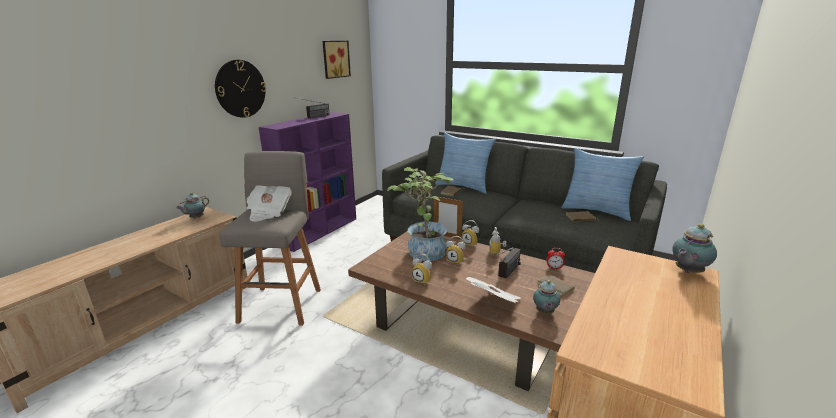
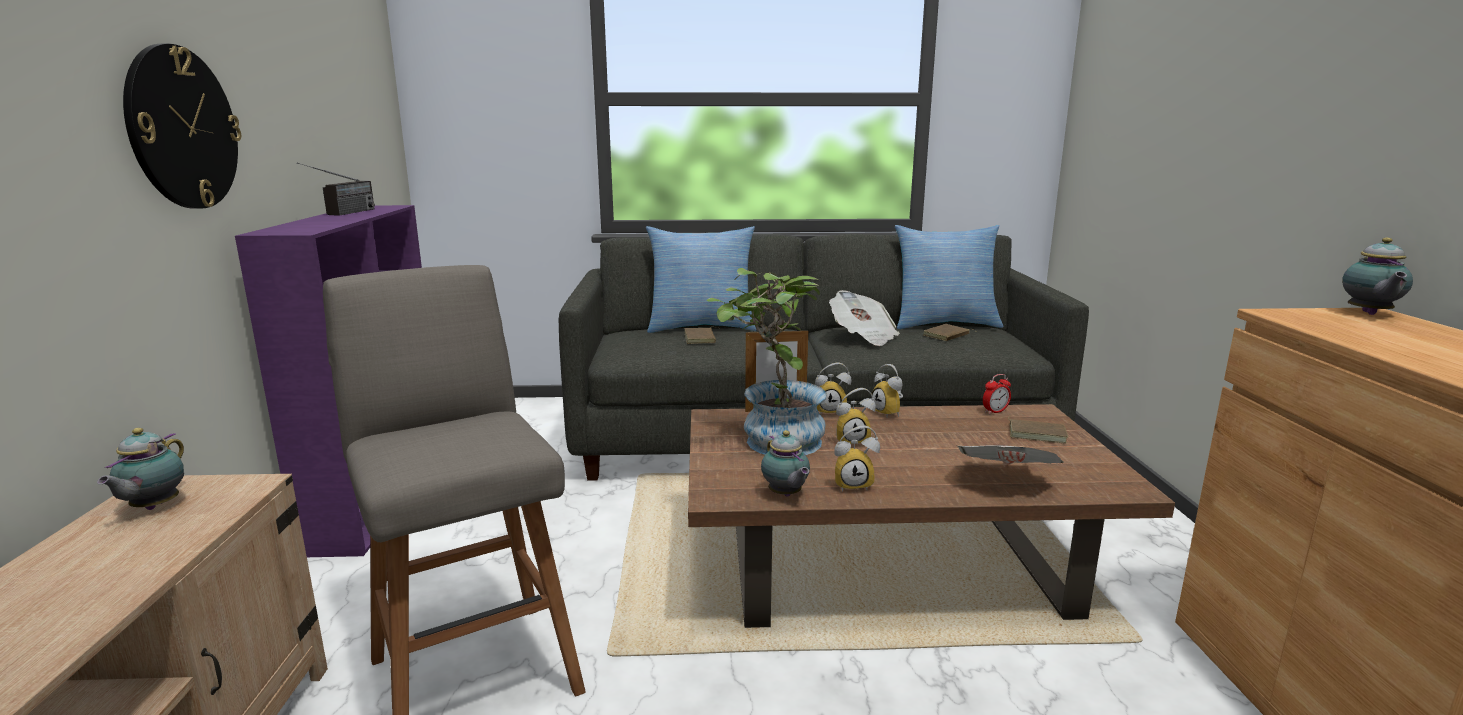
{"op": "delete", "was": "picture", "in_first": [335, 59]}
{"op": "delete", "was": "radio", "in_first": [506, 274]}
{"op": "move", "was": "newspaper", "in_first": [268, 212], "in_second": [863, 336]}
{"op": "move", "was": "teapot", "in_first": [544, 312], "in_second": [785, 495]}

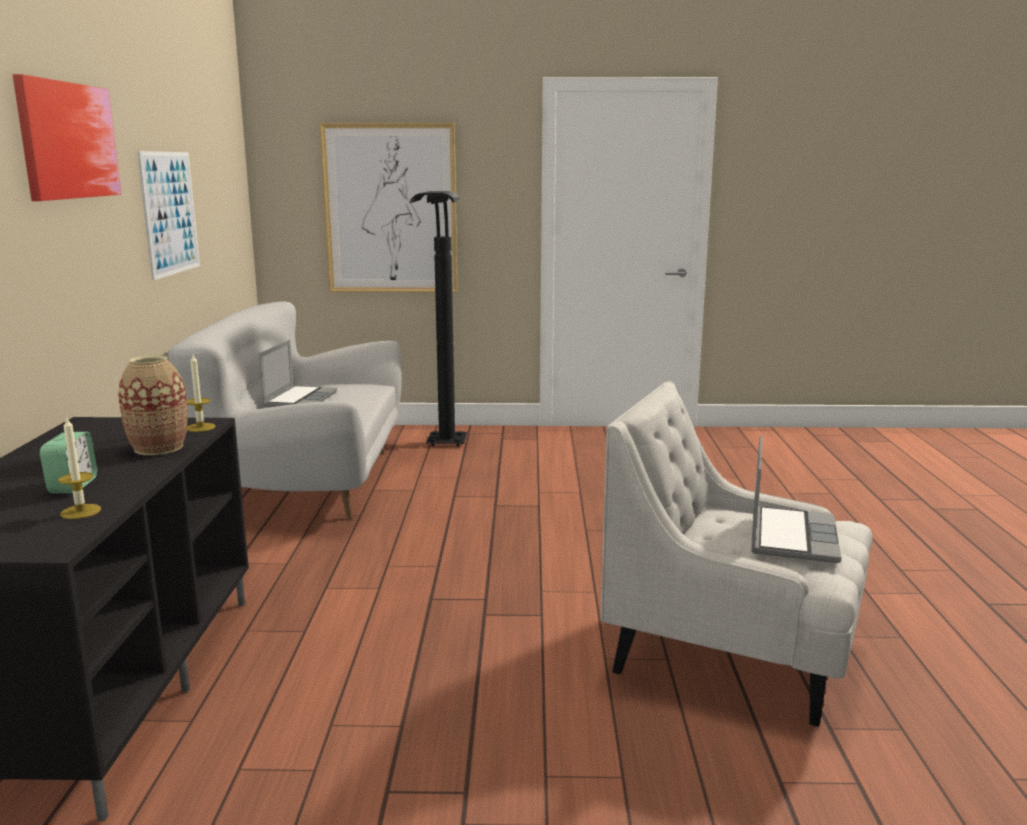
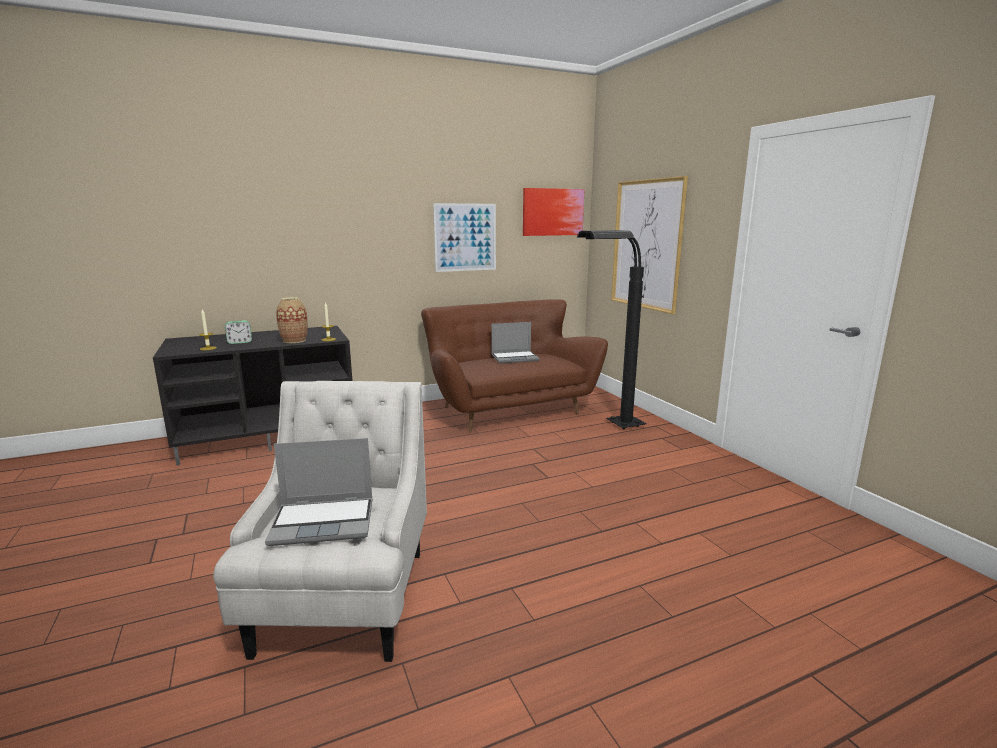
{"op": "move", "was": "picture", "in_first": [68, 141], "in_second": [553, 212]}
{"op": "recolor", "was": "white sofa", "now": "brown sofa", "in_first": [304, 482], "in_second": [508, 409]}

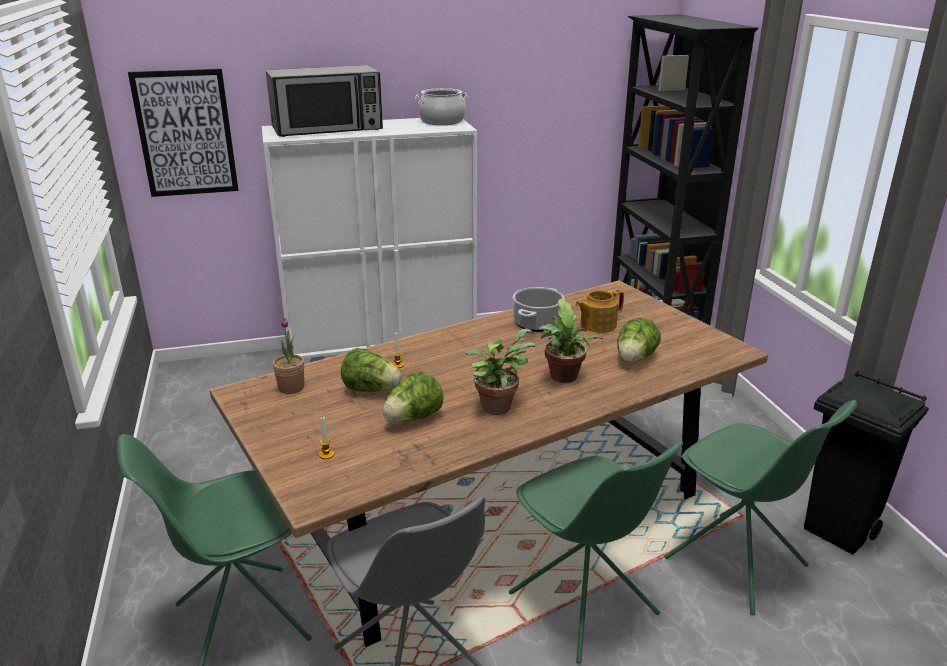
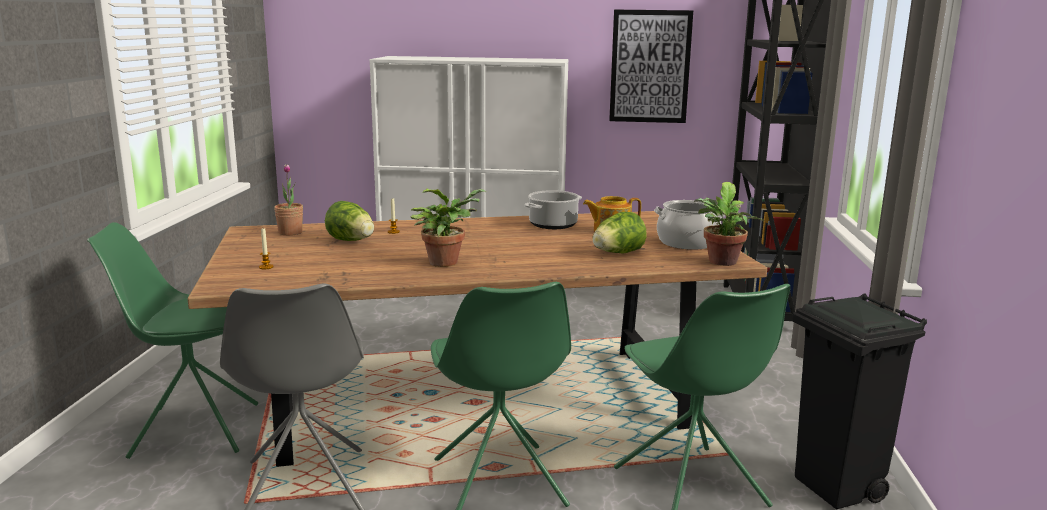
{"op": "delete", "was": "microwave", "in_first": [328, 129]}
{"op": "delete", "was": "lettuce", "in_first": [413, 418]}
{"op": "move", "was": "picture", "in_first": [186, 133], "in_second": [650, 66]}
{"op": "move", "was": "cooking pot", "in_first": [442, 121], "in_second": [687, 243]}
{"op": "move", "was": "potted plant", "in_first": [564, 378], "in_second": [722, 263]}

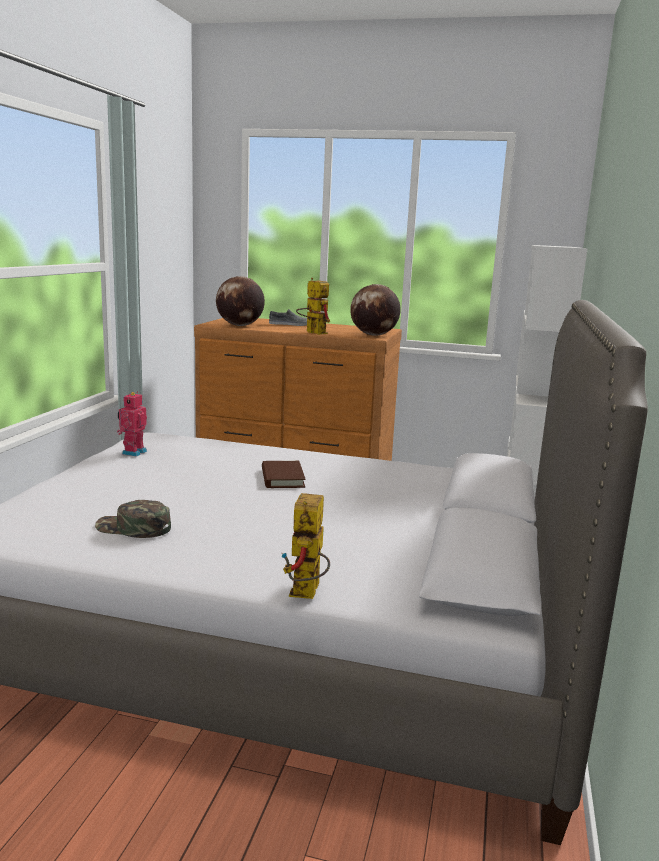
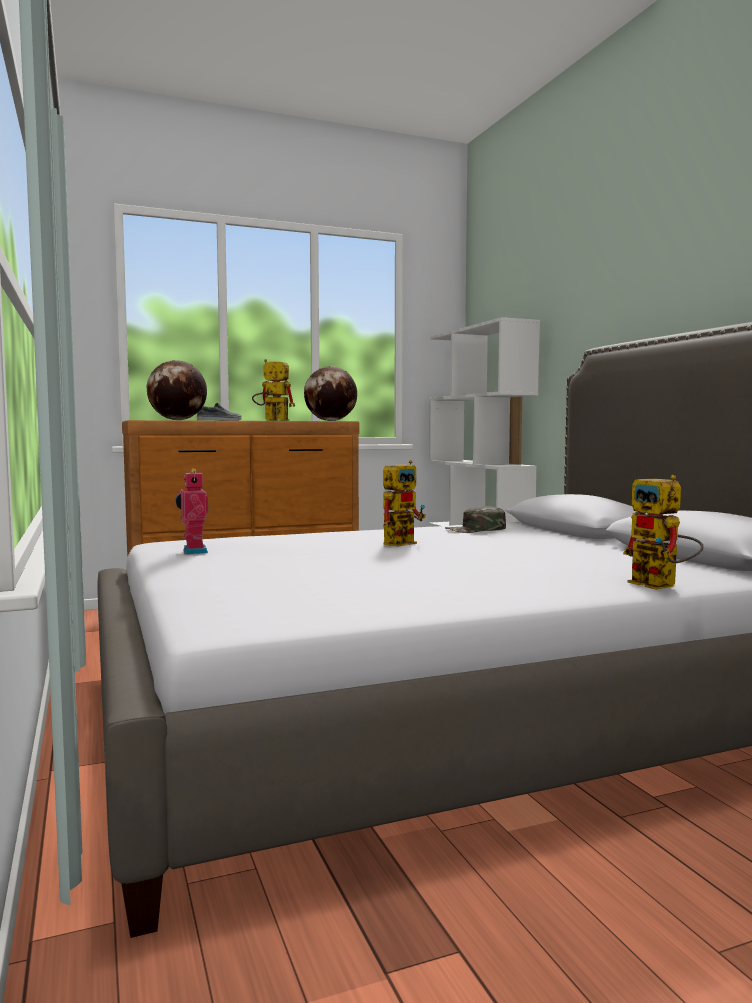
{"op": "move", "was": "green cap", "in_first": [133, 528], "in_second": [476, 530]}
{"op": "replace", "was": "brown book", "now": "toy robot", "in_first": [282, 478], "in_second": [402, 542]}

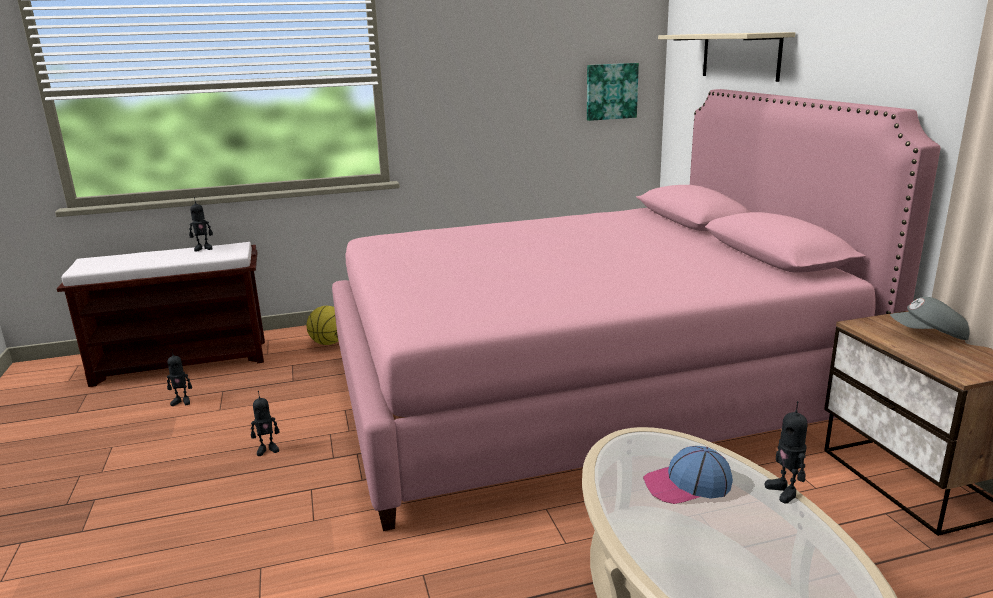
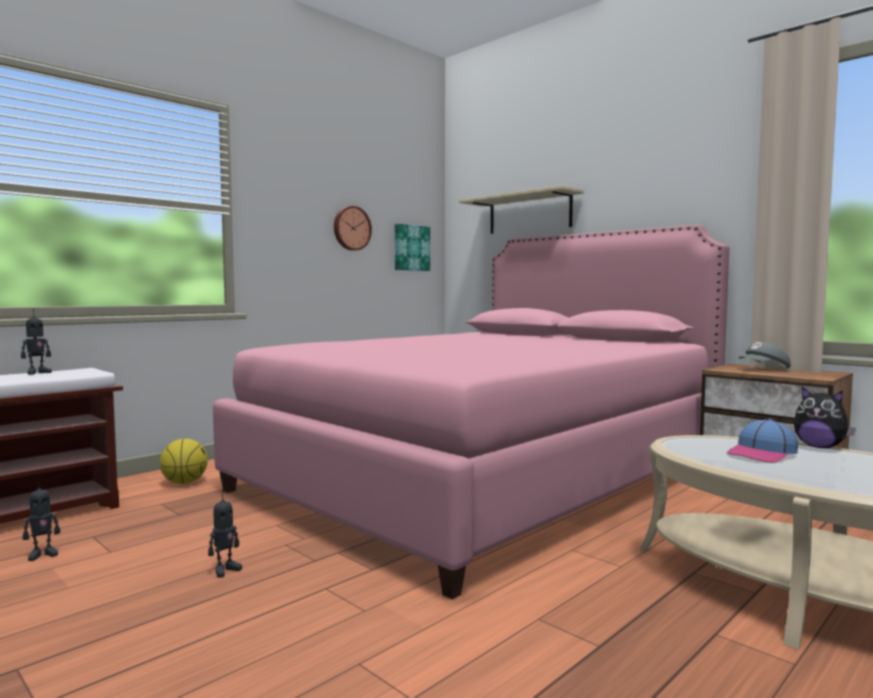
{"op": "insert", "now": "wall clock", "in_second": [351, 228]}
{"op": "replace", "was": "toy robot", "now": "plush toy", "in_first": [784, 492], "in_second": [820, 447]}

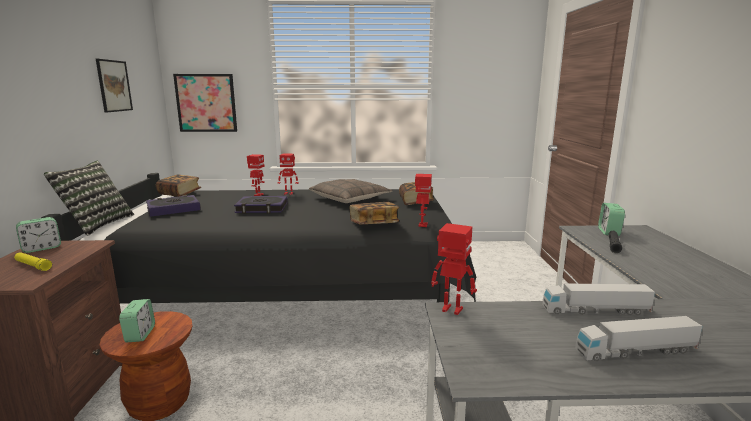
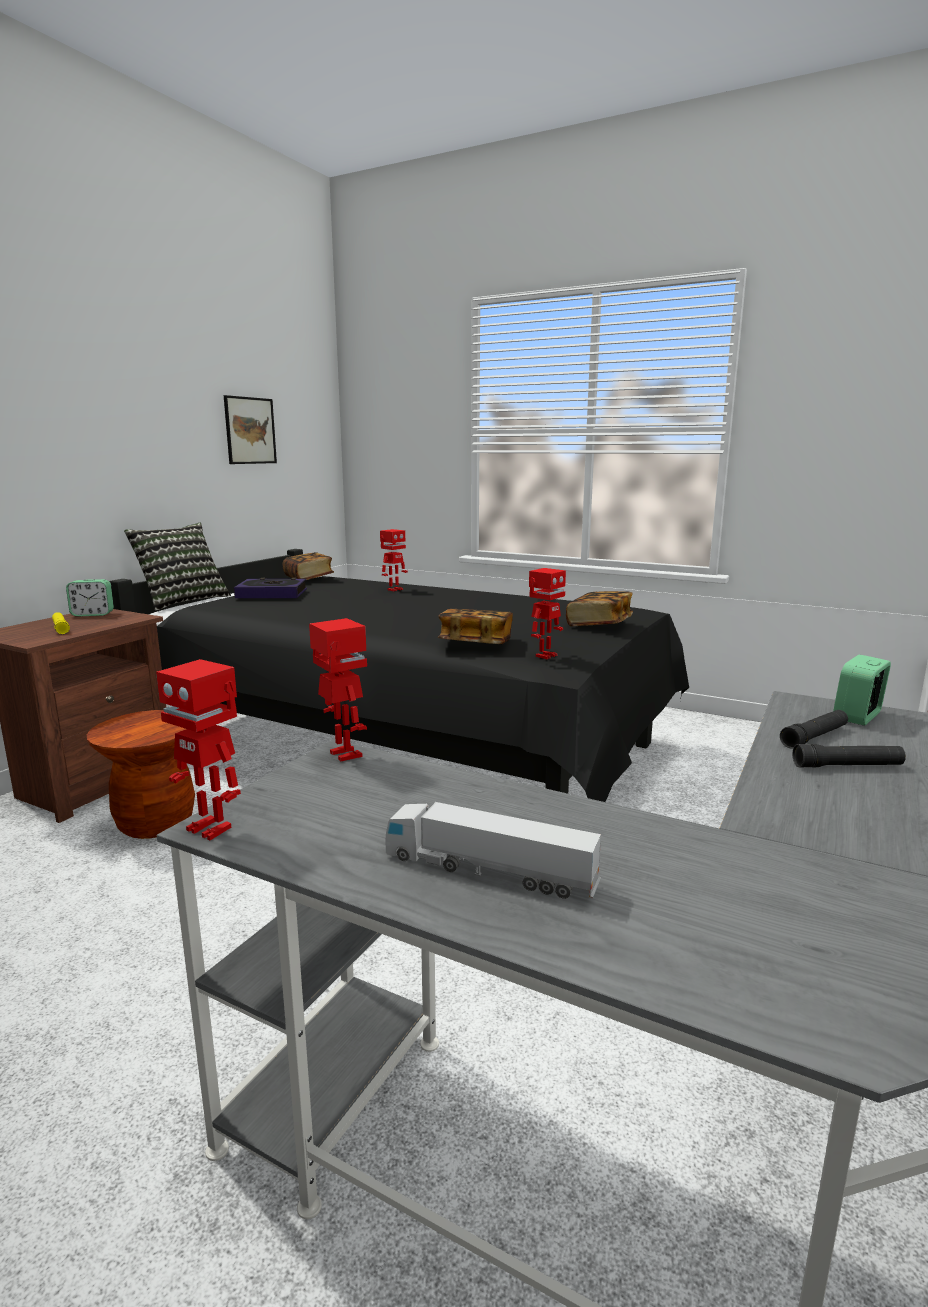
{"op": "delete", "was": "alarm clock", "in_first": [140, 334]}
{"op": "delete", "was": "picture", "in_first": [206, 103]}
{"op": "delete", "was": "book", "in_first": [262, 208]}
{"op": "delete", "was": "pillow", "in_first": [350, 198]}
{"op": "delete", "was": "toy truck", "in_first": [595, 310]}
{"op": "insert", "now": "black flashlight", "in_second": [847, 766]}
{"op": "move", "was": "toy robot", "in_first": [288, 193], "in_second": [211, 828]}

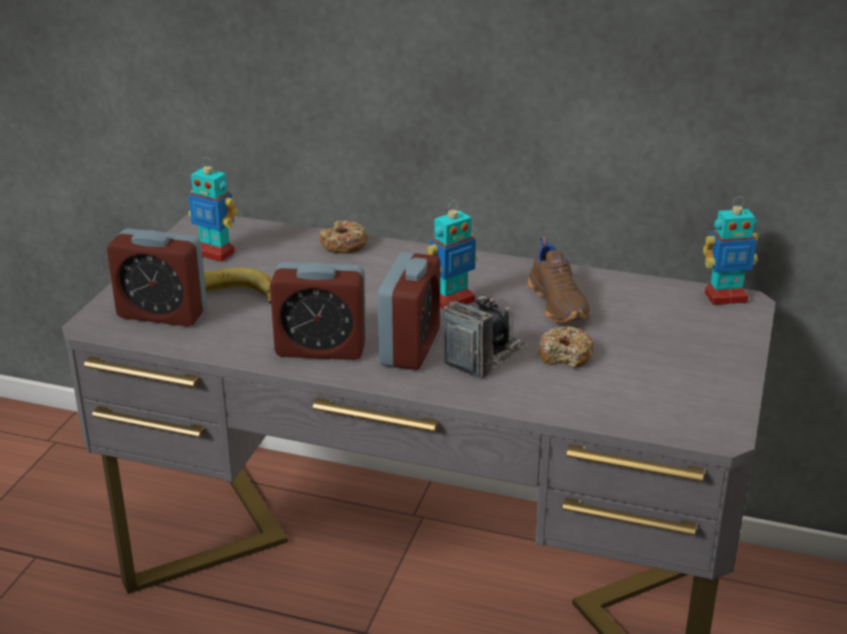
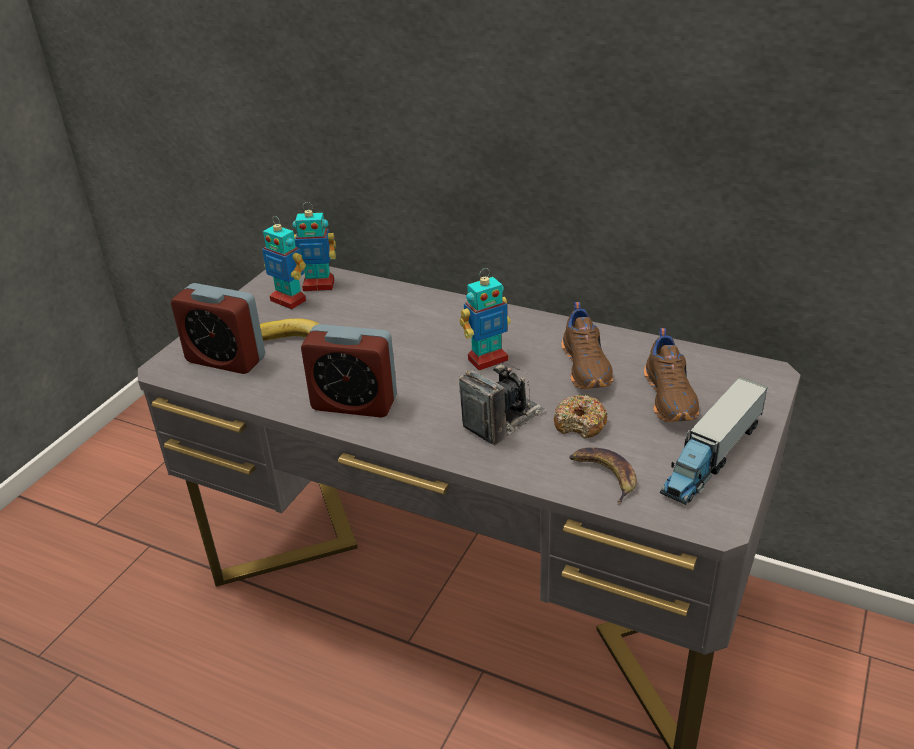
{"op": "delete", "was": "donut", "in_first": [344, 245]}
{"op": "delete", "was": "alarm clock", "in_first": [410, 347]}
{"op": "insert", "now": "banana", "in_second": [604, 475]}
{"op": "insert", "now": "brown shoe", "in_second": [671, 397]}
{"op": "insert", "now": "toy truck", "in_second": [712, 456]}
{"op": "move", "was": "toy robot", "in_first": [725, 297], "in_second": [319, 285]}

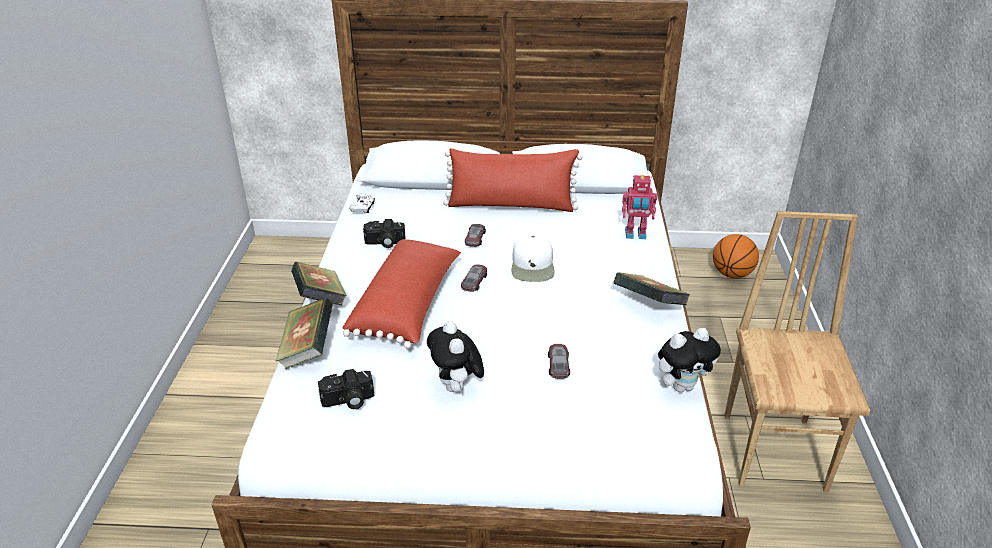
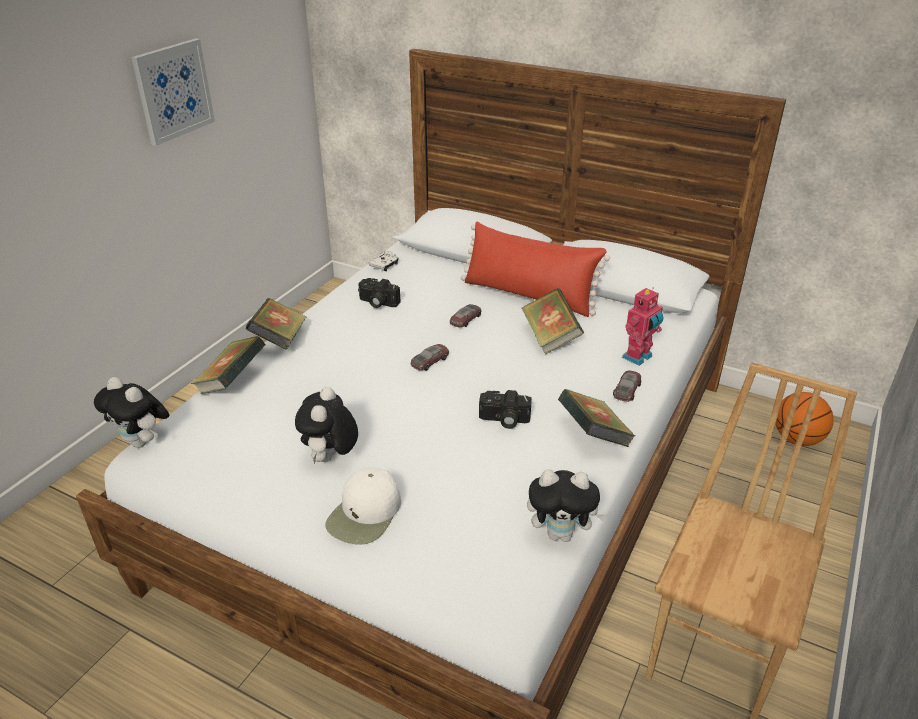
{"op": "delete", "was": "red pillow", "in_first": [408, 306]}
{"op": "insert", "now": "plush toy", "in_second": [143, 442]}
{"op": "insert", "now": "picture", "in_second": [173, 91]}
{"op": "insert", "now": "book", "in_second": [550, 337]}
{"op": "move", "was": "photo camera", "in_first": [348, 401], "in_second": [504, 420]}
{"op": "move", "was": "white cap", "in_first": [533, 266], "in_second": [365, 514]}
{"op": "move", "was": "toy car", "in_first": [558, 365], "in_second": [627, 390]}
{"op": "rotate", "was": "toy robot", "in_first": [635, 235], "in_second": [638, 357], "clockwise": -75}

